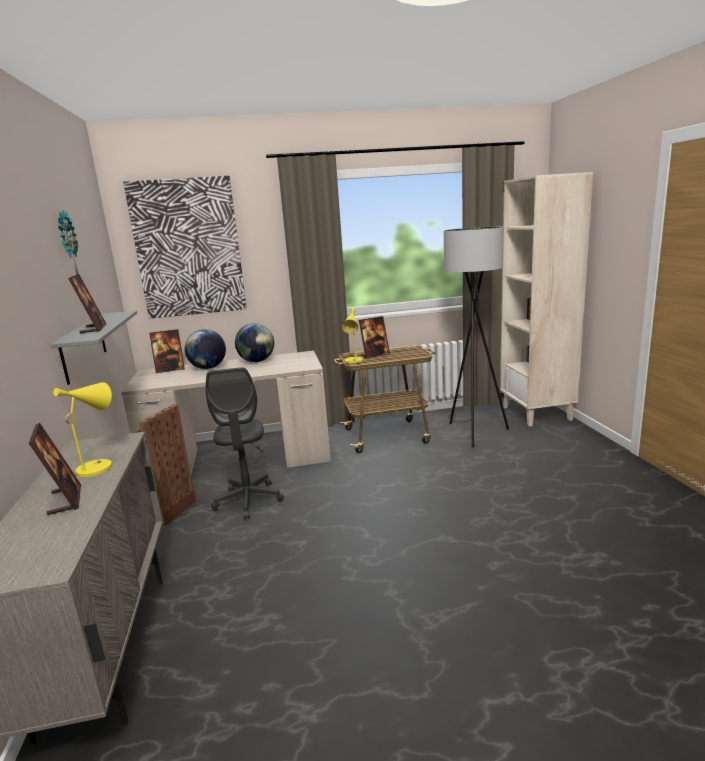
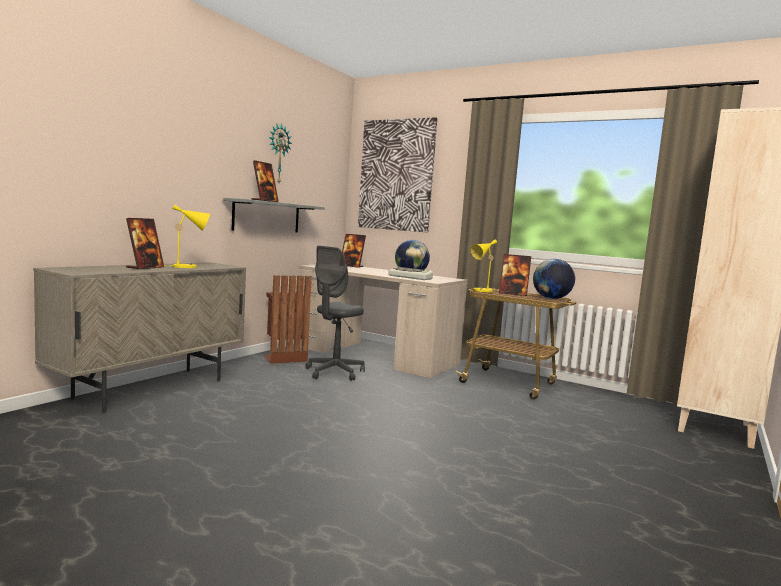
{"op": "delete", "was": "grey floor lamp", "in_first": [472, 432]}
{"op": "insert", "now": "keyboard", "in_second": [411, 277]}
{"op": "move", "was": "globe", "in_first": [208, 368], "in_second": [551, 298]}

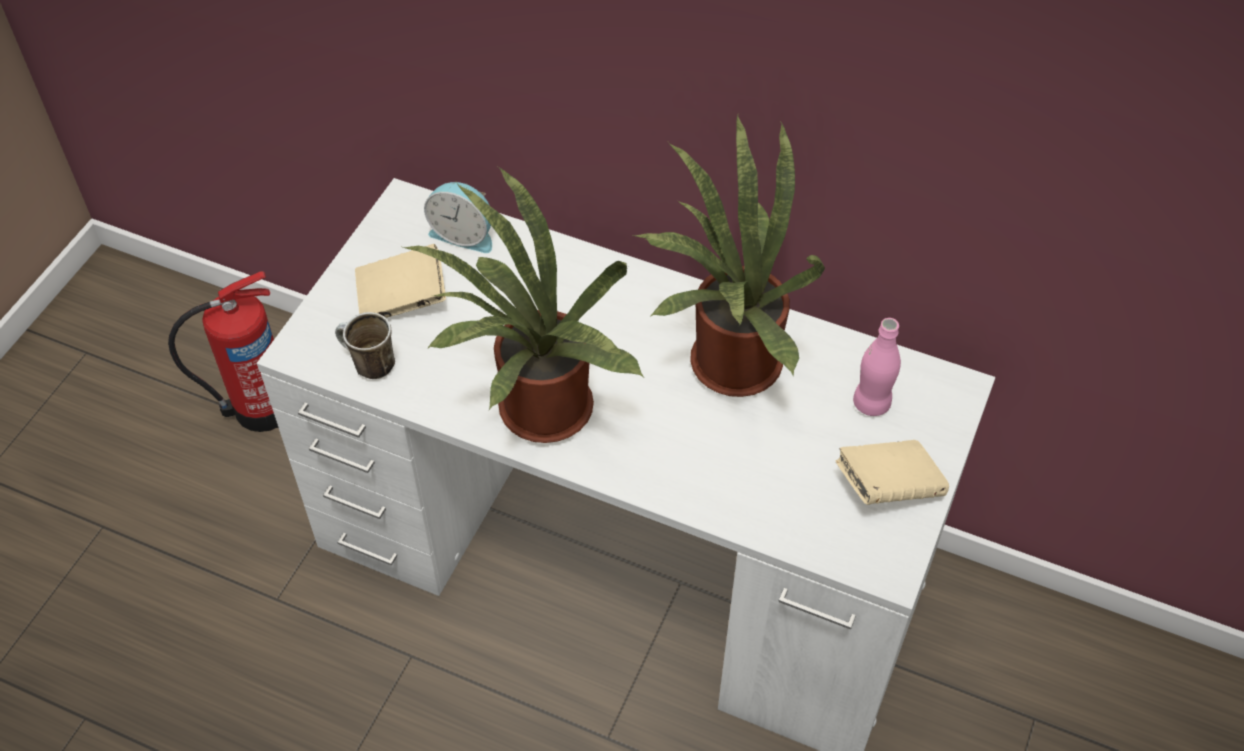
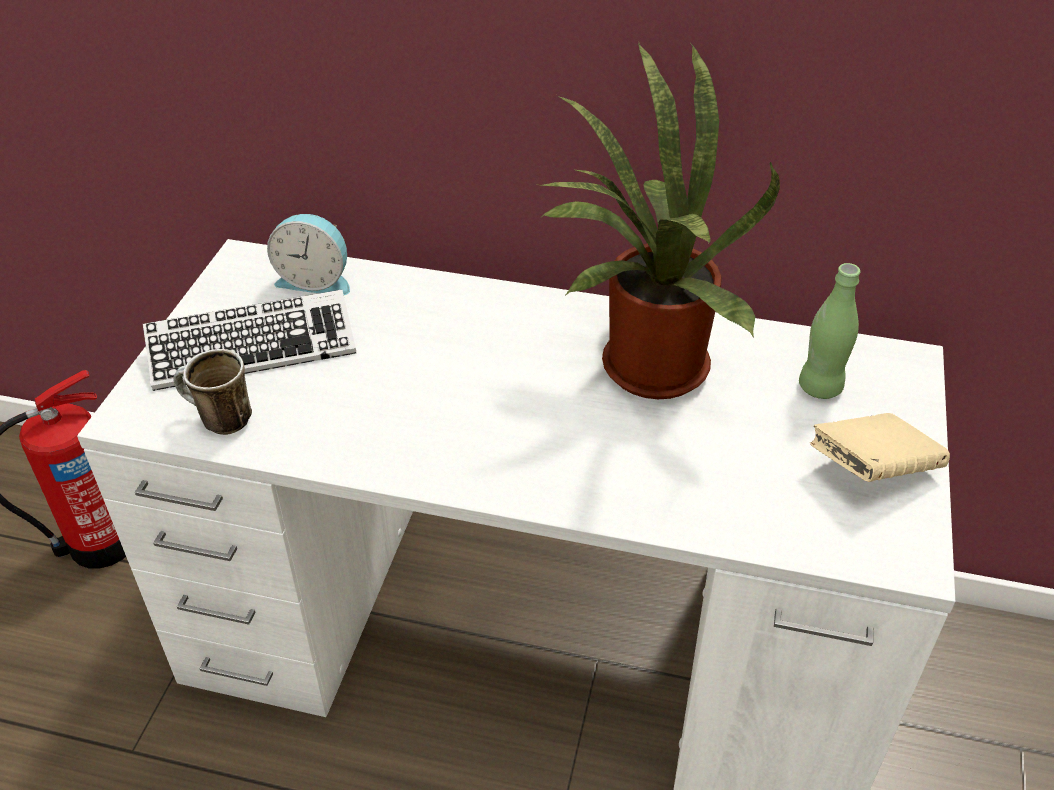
{"op": "delete", "was": "potted plant", "in_first": [537, 414]}
{"op": "replace", "was": "beige book", "now": "keyboard", "in_first": [402, 299], "in_second": [252, 349]}
{"op": "recolor", "was": "pink bottle", "now": "green bottle", "in_first": [871, 403], "in_second": [820, 387]}

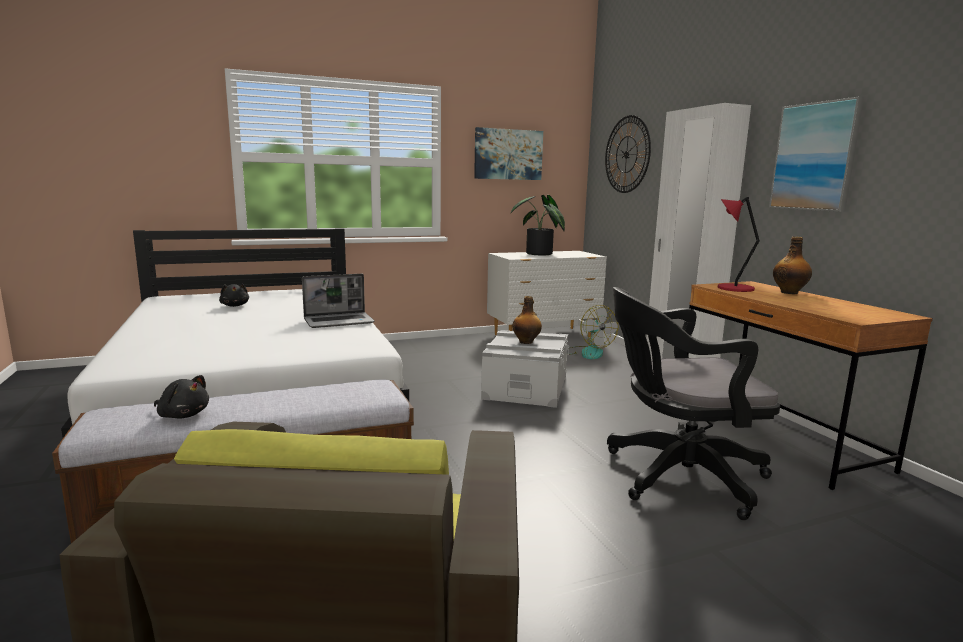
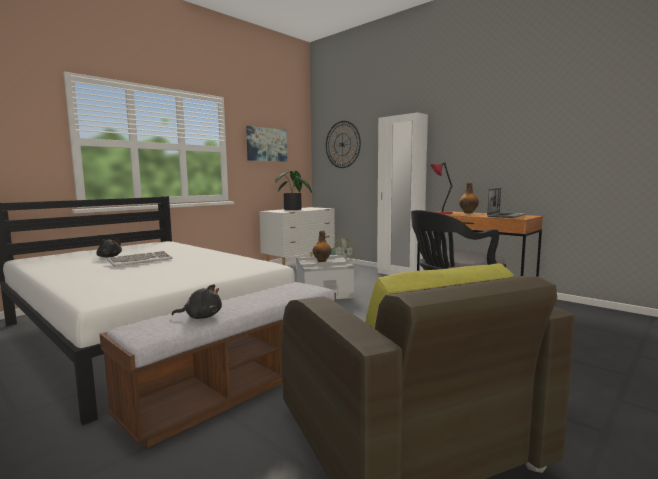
{"op": "delete", "was": "picture", "in_first": [815, 157]}
{"op": "insert", "now": "keyboard", "in_second": [140, 261]}
{"op": "move", "was": "laptop", "in_first": [339, 321], "in_second": [506, 216]}

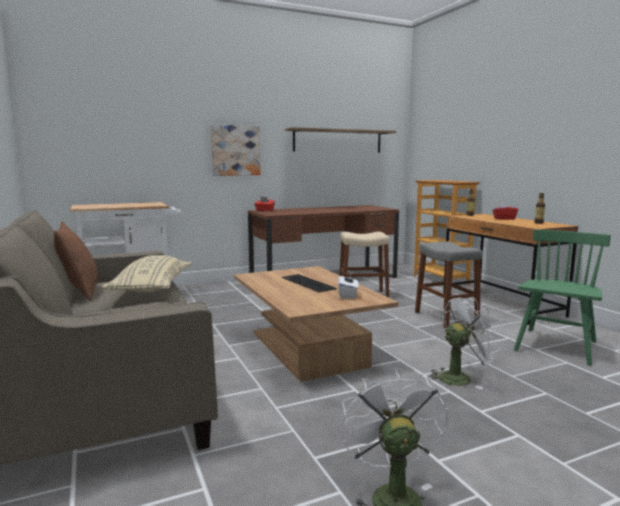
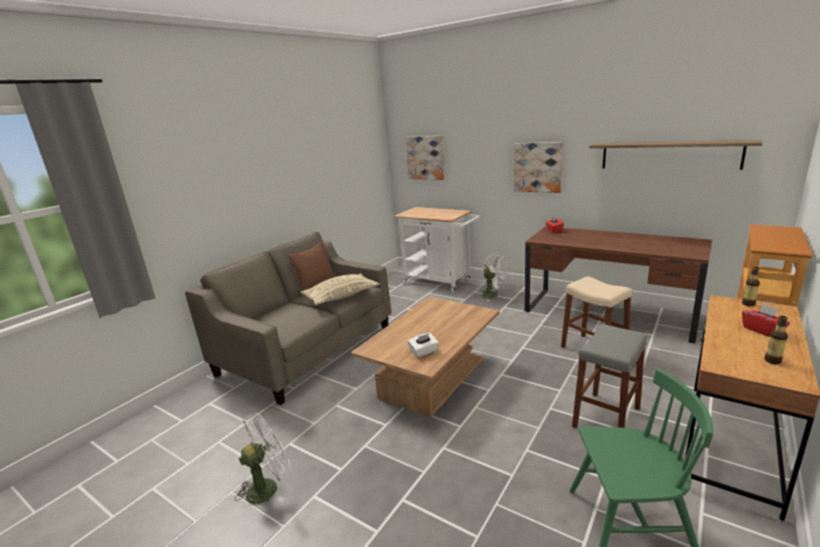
{"op": "delete", "was": "keyboard", "in_first": [306, 283]}
{"op": "insert", "now": "picture", "in_second": [425, 157]}
{"op": "move", "was": "white fan", "in_first": [460, 377], "in_second": [493, 296]}

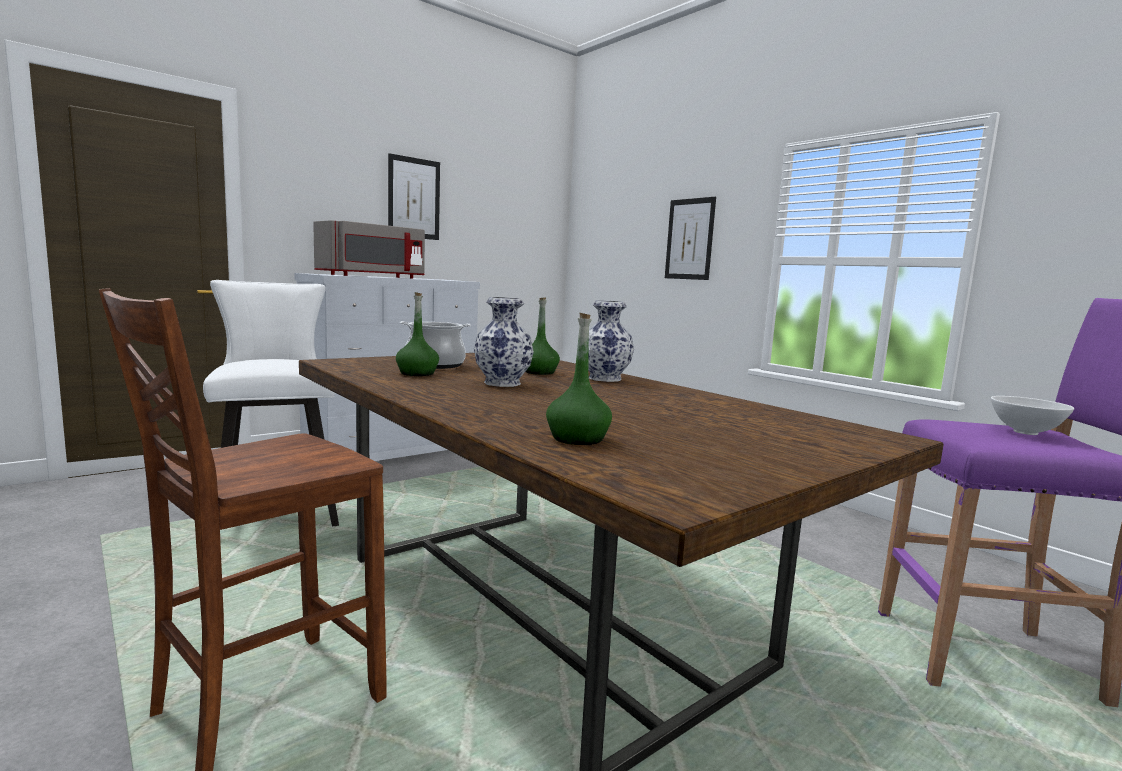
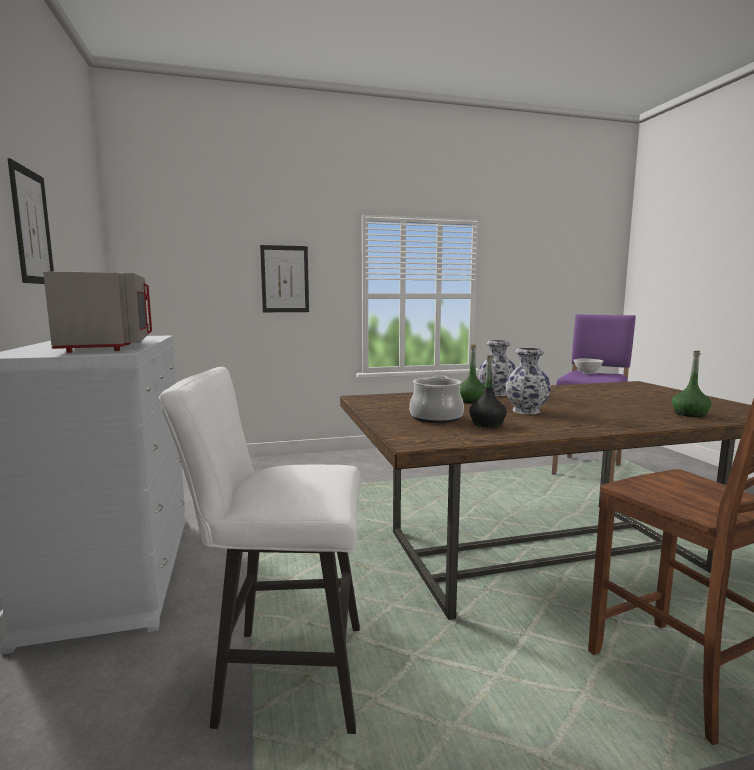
{"op": "recolor", "was": "green bottle", "now": "black bottle", "in_first": [417, 373], "in_second": [487, 424]}

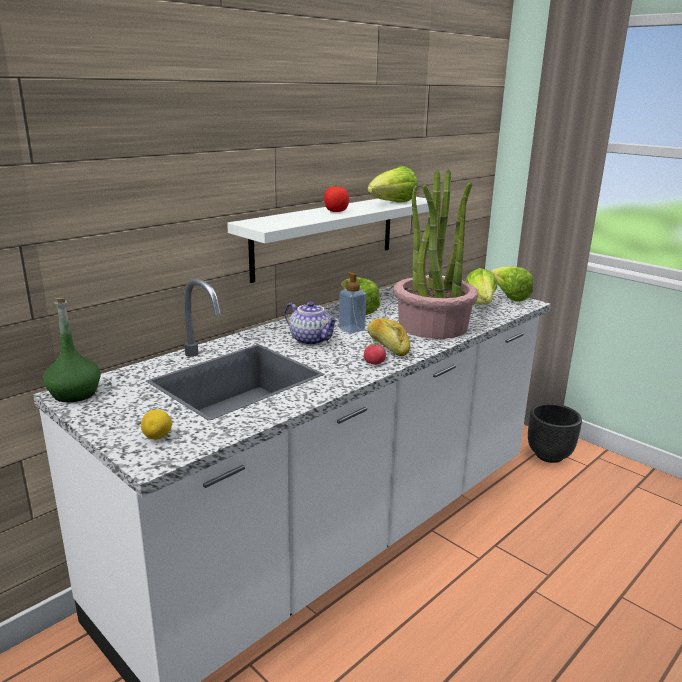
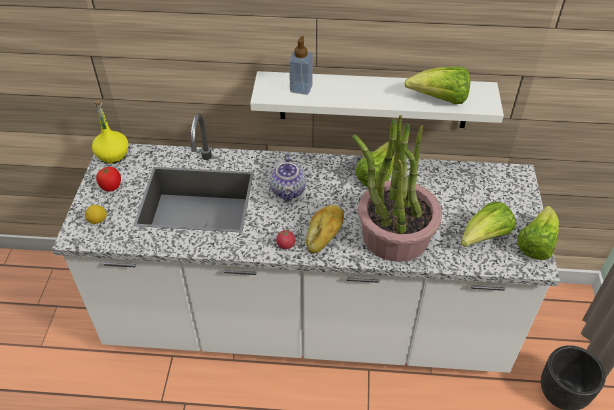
{"op": "move", "was": "tomato", "in_first": [336, 211], "in_second": [111, 187]}
{"op": "move", "was": "soap dispenser", "in_first": [351, 329], "in_second": [301, 88]}
{"op": "recolor", "was": "green bottle", "now": "yellow bottle", "in_first": [74, 393], "in_second": [113, 154]}

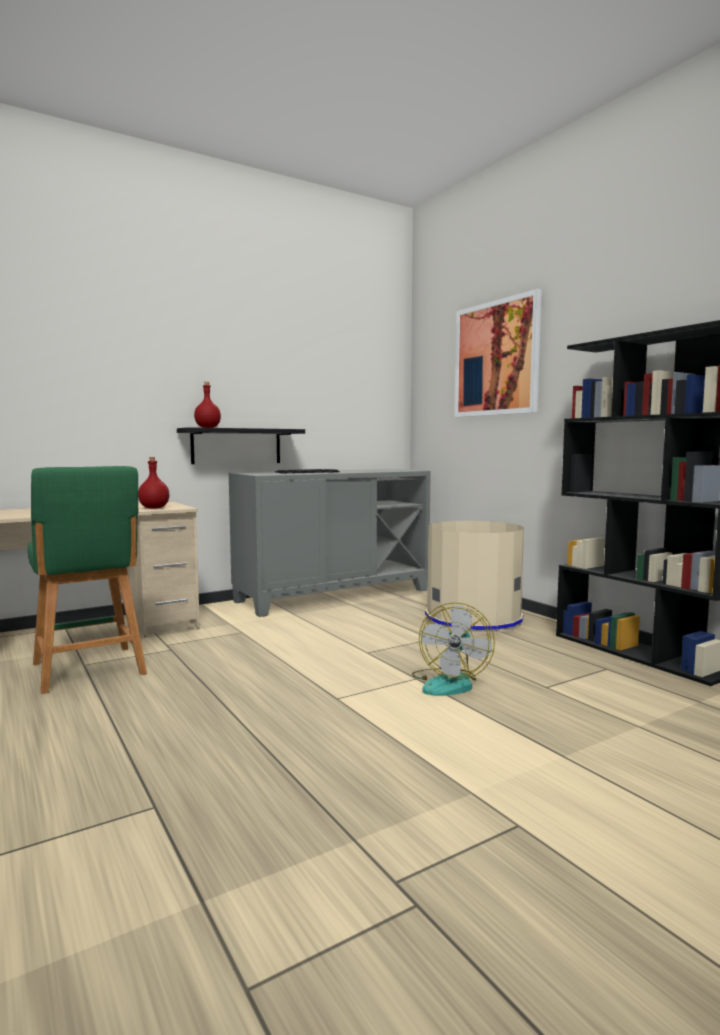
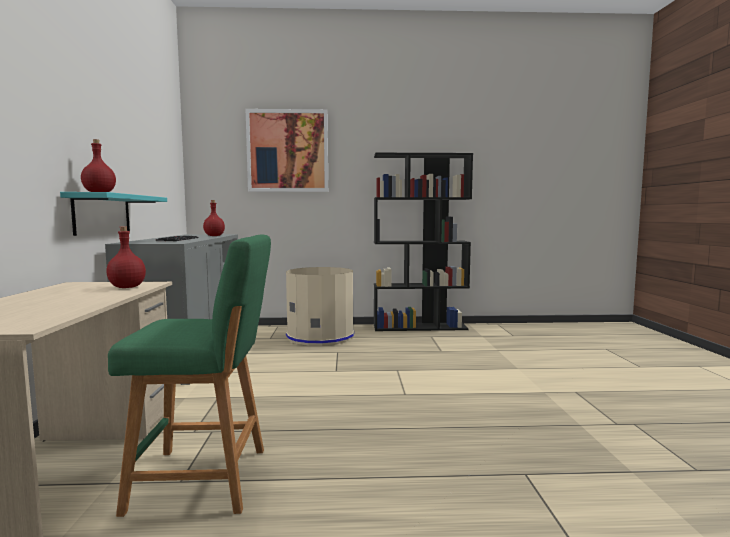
{"op": "delete", "was": "fan", "in_first": [450, 683]}
{"op": "insert", "now": "red bottle", "in_second": [214, 236]}
{"op": "recolor", "was": "black shelf", "now": "turquoise shelf", "in_first": [236, 446], "in_second": [102, 214]}

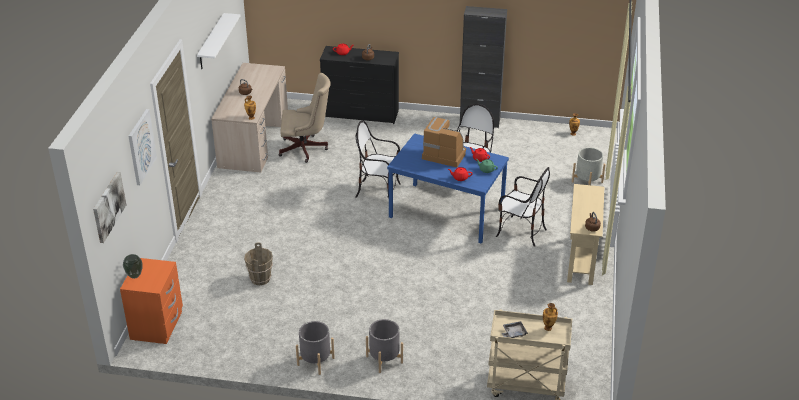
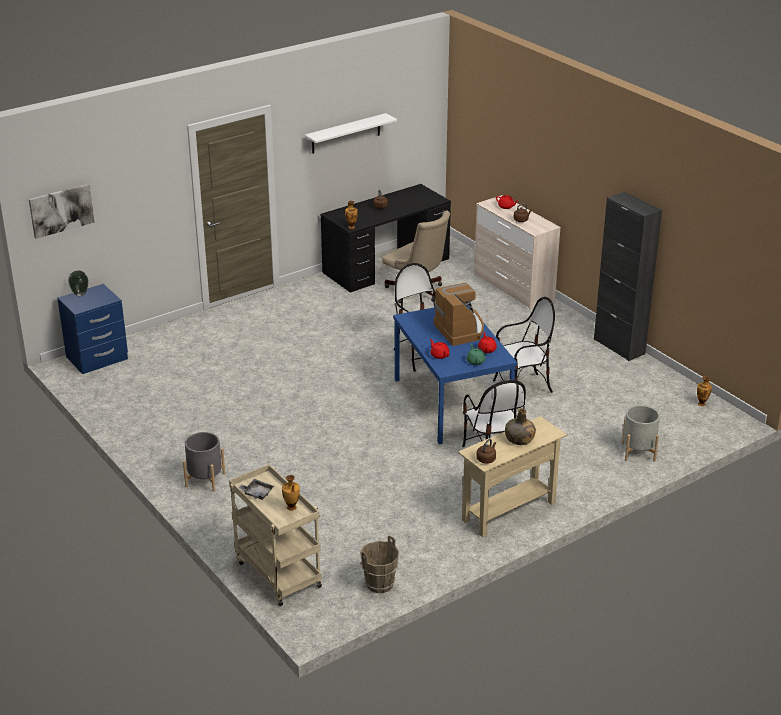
{"op": "delete", "was": "picture", "in_first": [141, 147]}
{"op": "delete", "was": "grey planter", "in_first": [315, 361]}
{"op": "insert", "now": "green bottle", "in_second": [519, 439]}
{"op": "move", "was": "brown bucket", "in_first": [260, 279], "in_second": [380, 584]}
{"op": "recolor", "was": "orange nightstand", "now": "blue nightstand", "in_first": [157, 325], "in_second": [97, 358]}
{"op": "recolor", "was": "beige desk", "now": "black desk", "in_first": [254, 140], "in_second": [387, 265]}
{"op": "recolor", "was": "black dresser", "now": "beige dresser", "in_first": [360, 114], "in_second": [513, 288]}

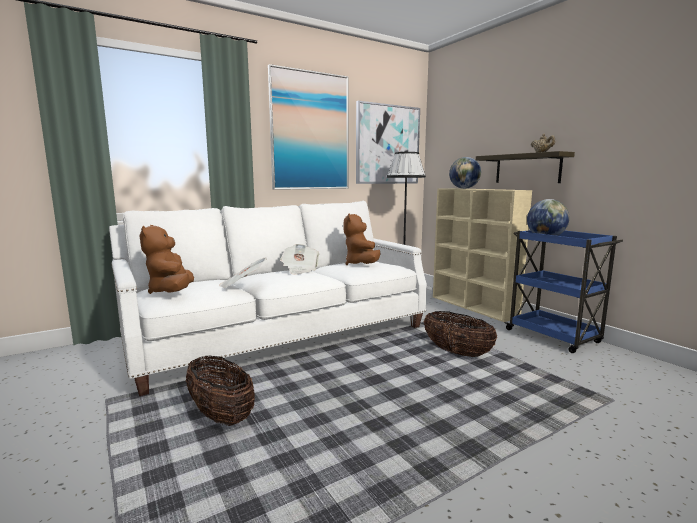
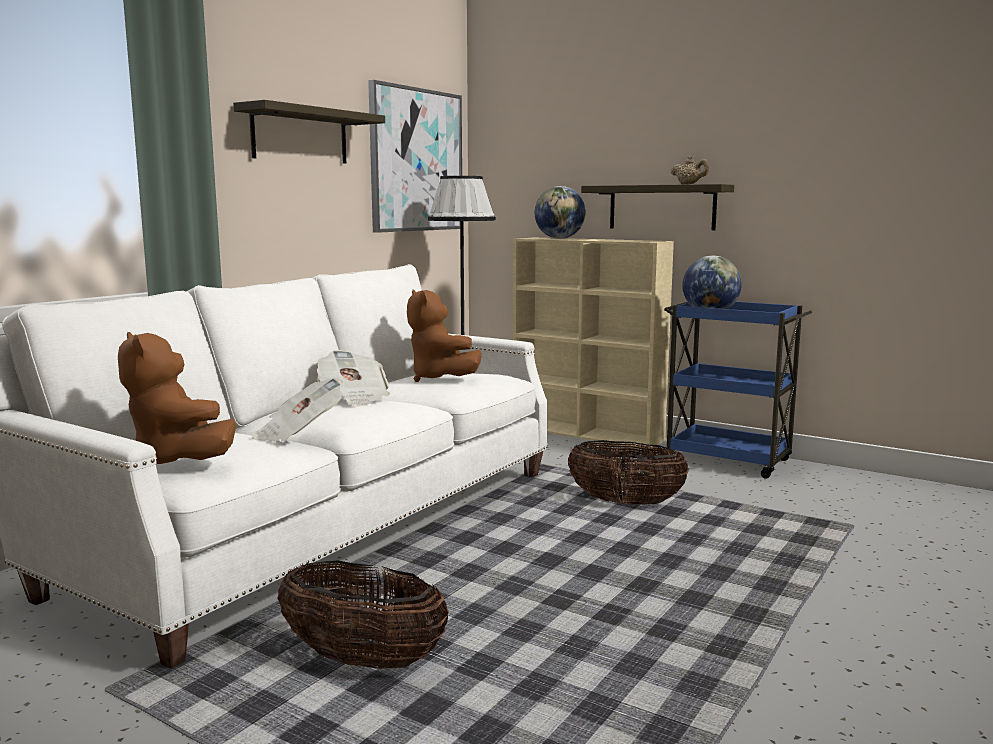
{"op": "replace", "was": "picture", "now": "shelf", "in_first": [310, 131], "in_second": [300, 136]}

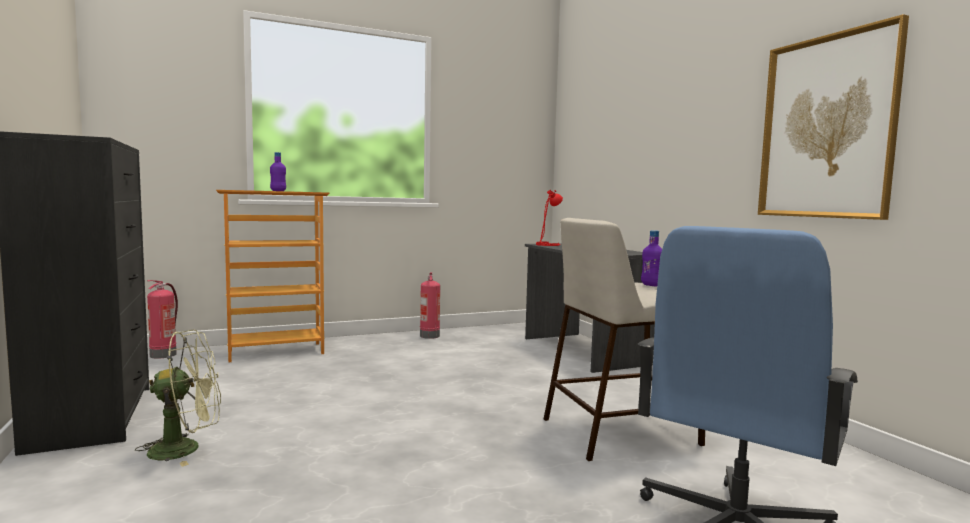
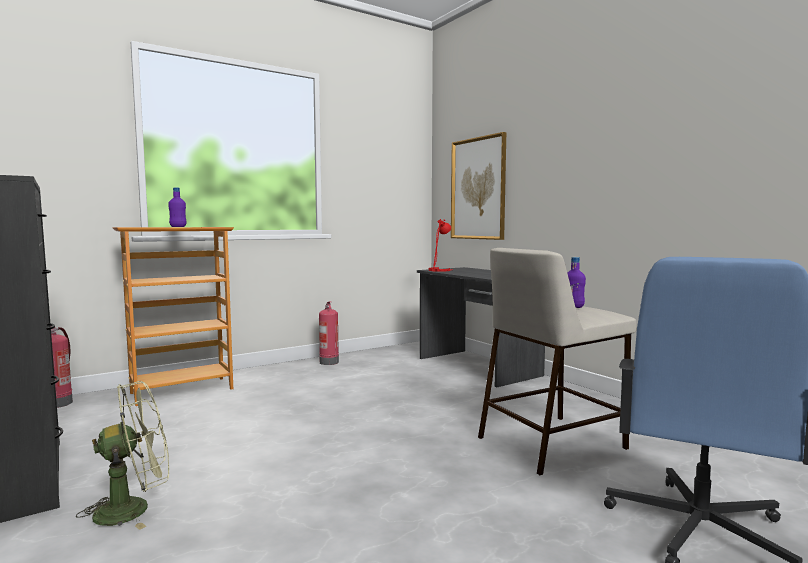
{"op": "move", "was": "picture", "in_first": [826, 127], "in_second": [478, 188]}

